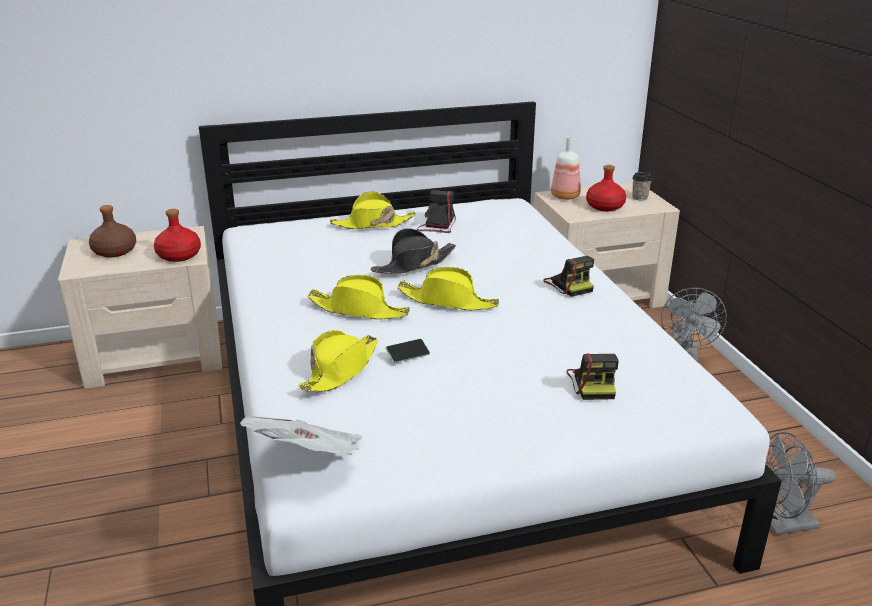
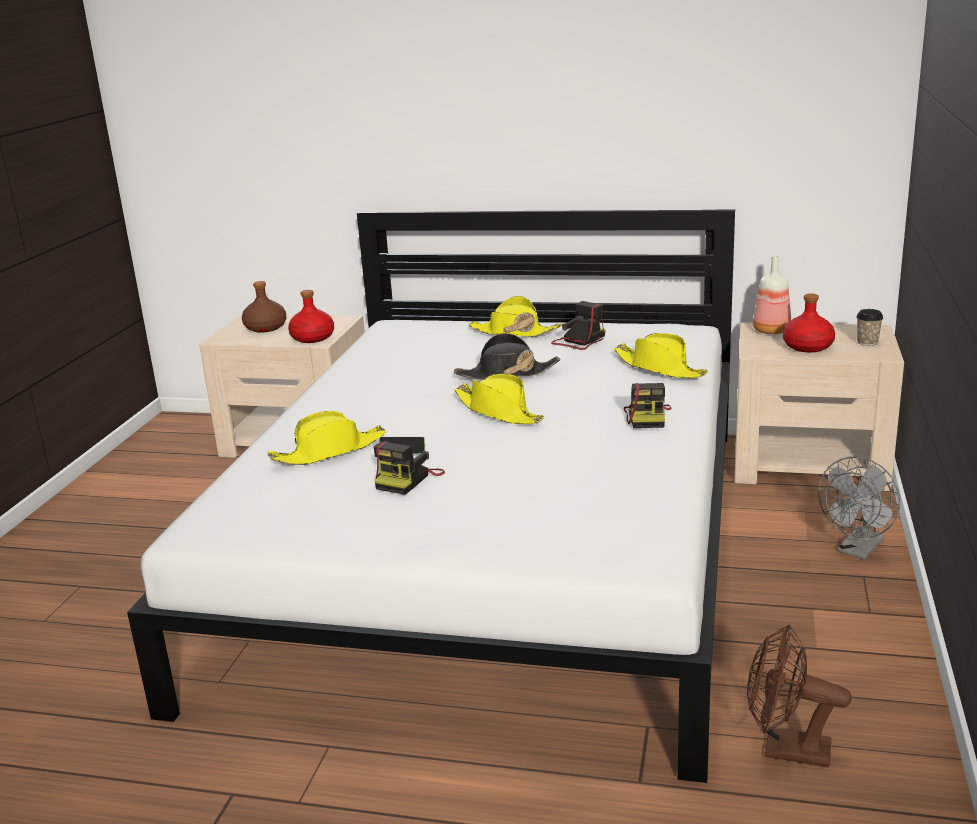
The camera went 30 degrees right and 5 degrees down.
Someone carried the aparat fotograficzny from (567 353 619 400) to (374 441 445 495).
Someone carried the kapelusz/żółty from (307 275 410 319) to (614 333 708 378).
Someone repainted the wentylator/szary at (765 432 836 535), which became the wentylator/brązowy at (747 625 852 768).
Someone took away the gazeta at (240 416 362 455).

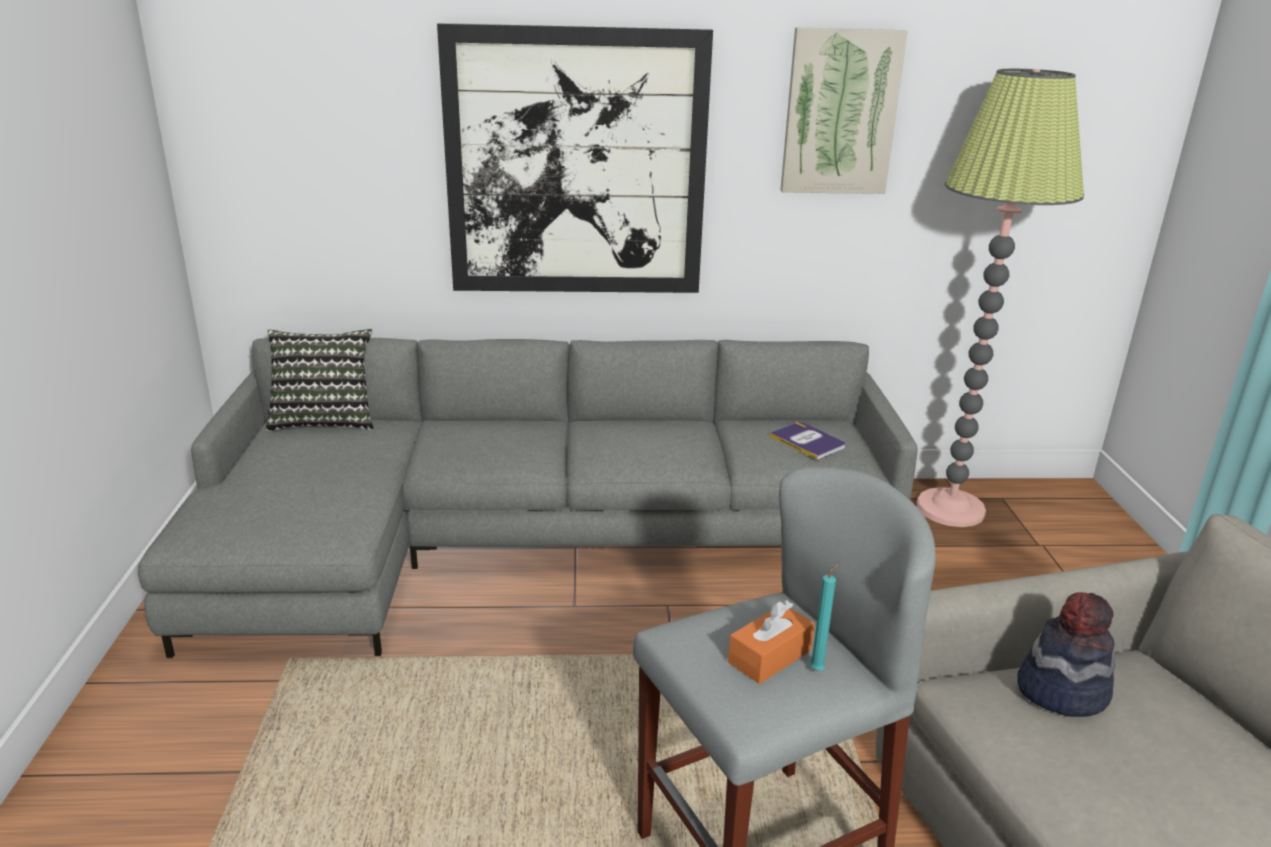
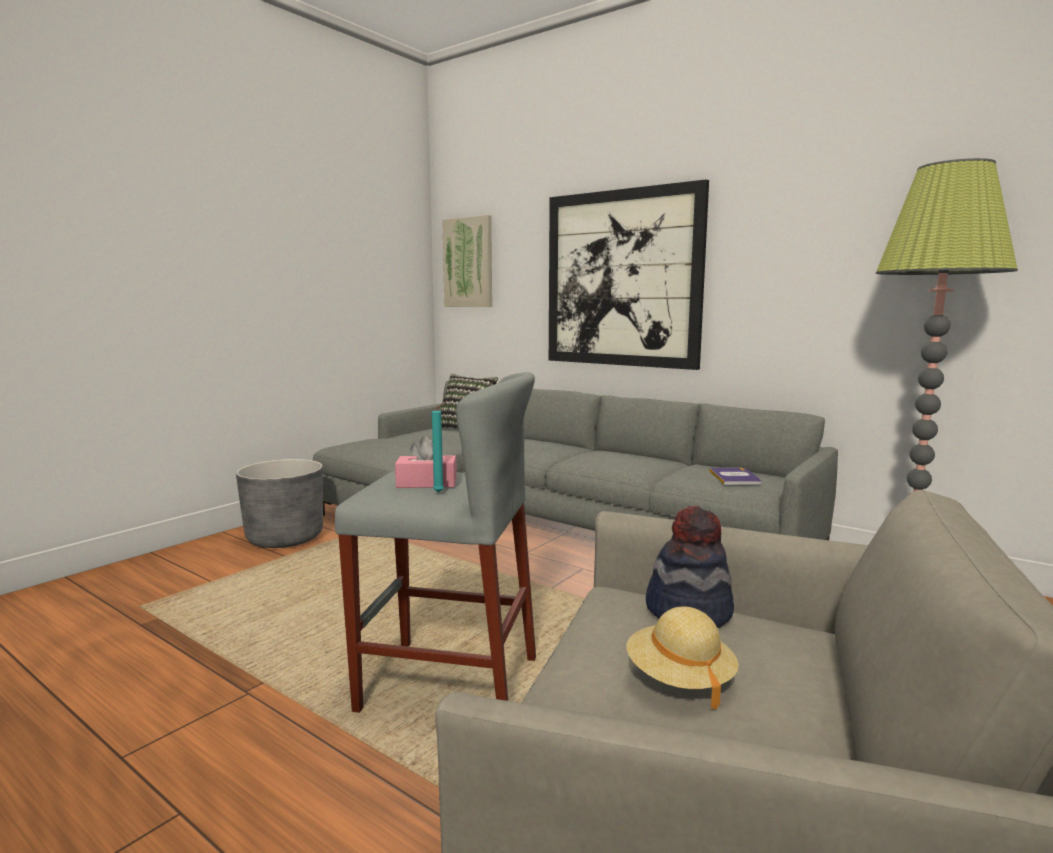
The camera went 40 degrees right and 15 degrees down.
Someone put down the donica/szary at (236 459 323 548).
Someone repainted the pudełko chusteczek/pomarańczowy at (728 600 815 684), which became the pudełko chusteczek/różowy at (395 436 457 488).
Someone carried the obraz from (781 28 907 194) to (442 215 492 307).
Someone put down the kapelusz/beżowy at (627 606 739 709).

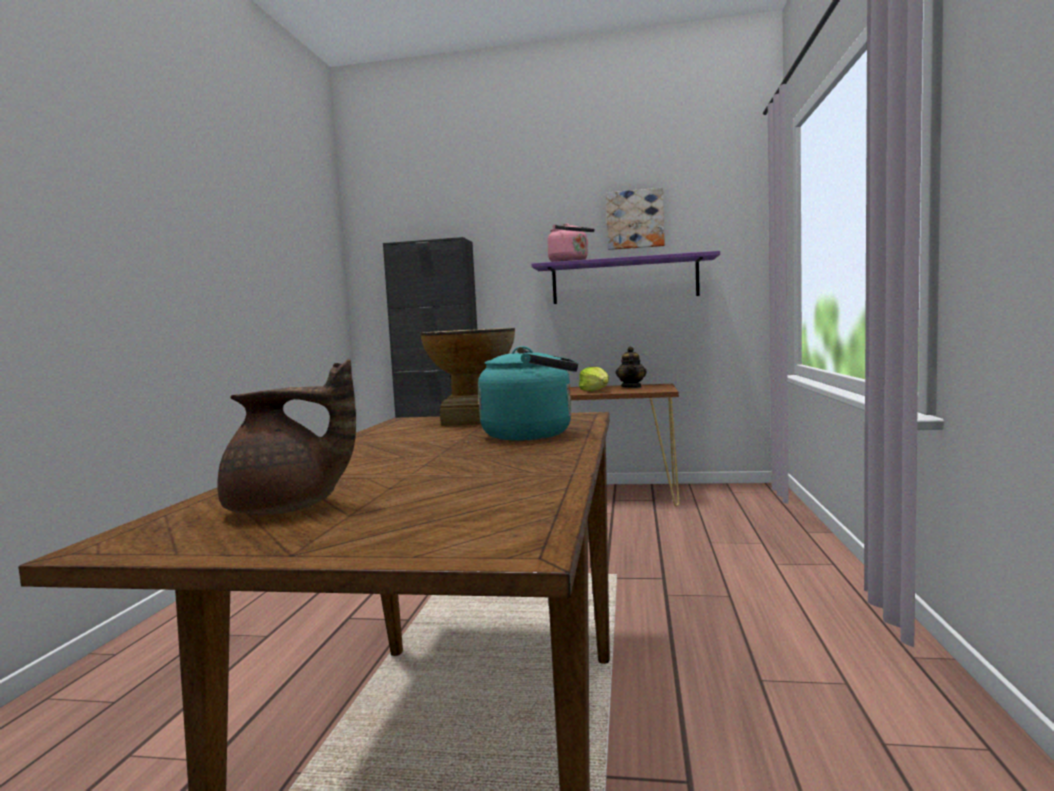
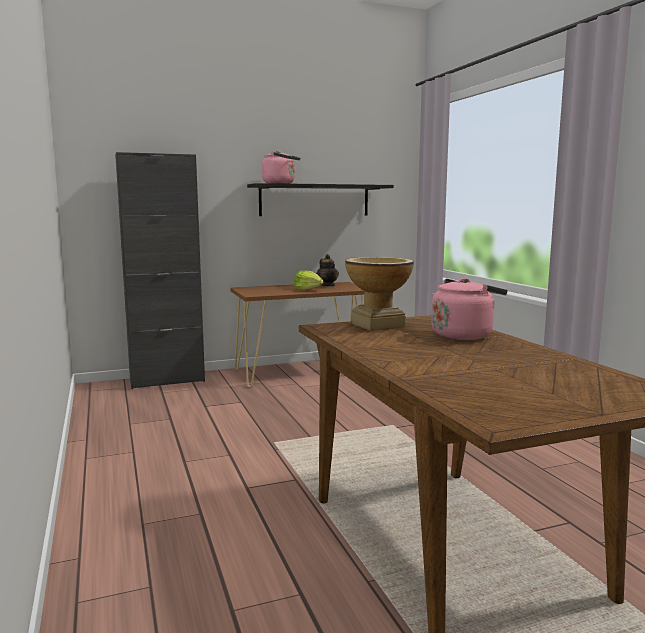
The camera went 30 degrees left and 5 degrees up.
Someone repainted the półka/fioletowy at (532 251 720 304), which became the półka/czarny at (247 183 394 216).
Someone repainted the czajnik/turkusowy at (478 346 578 441), which became the czajnik/różowy at (432 278 508 340).
Someone took away the imbryk/brązowy at (218 359 356 515).
Someone took away the obraz at (606 188 665 250).

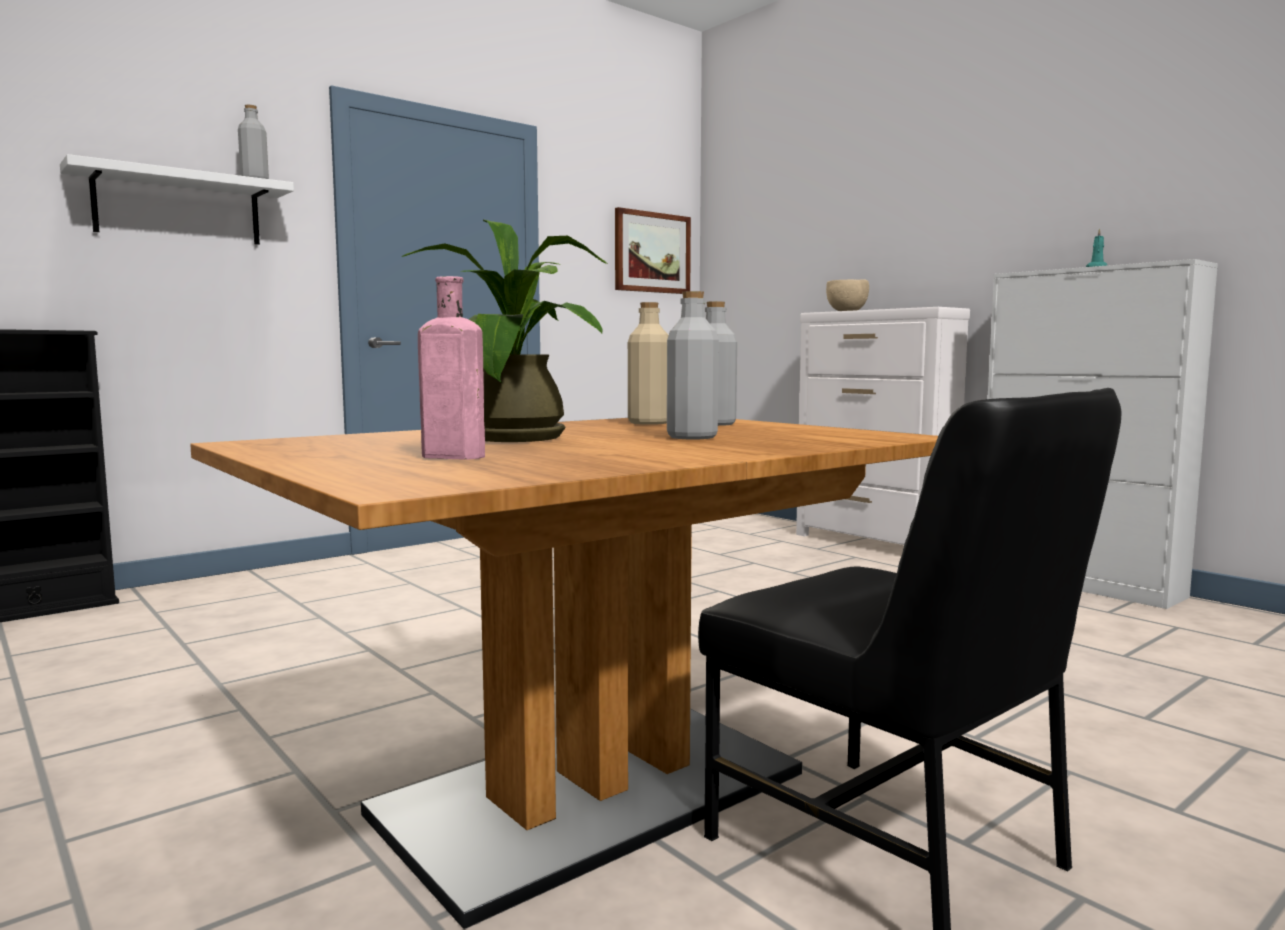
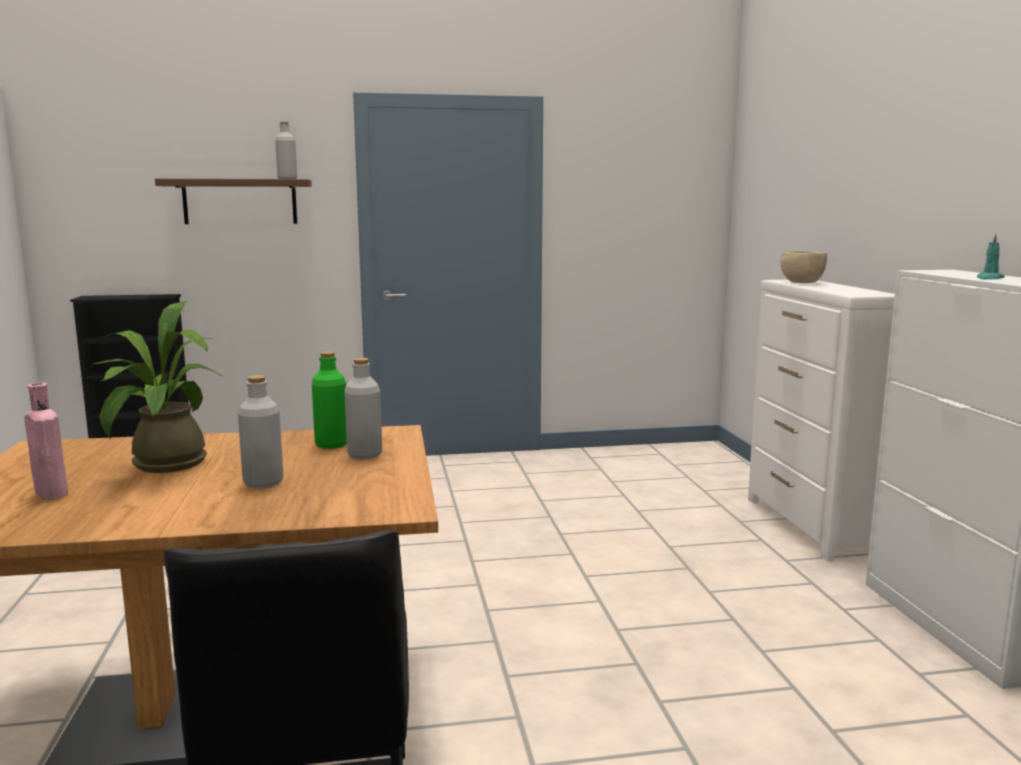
The camera went 30 degrees right and 5 degrees up.
Someone repainted the półka/biały at (60 154 294 245), which became the półka/brązowy at (155 179 312 224).
Someone repainted the butelka/beżowy at (628 302 669 425), which became the butelka/zielony at (312 351 347 449).
Someone took away the obraz at (615 207 691 294).

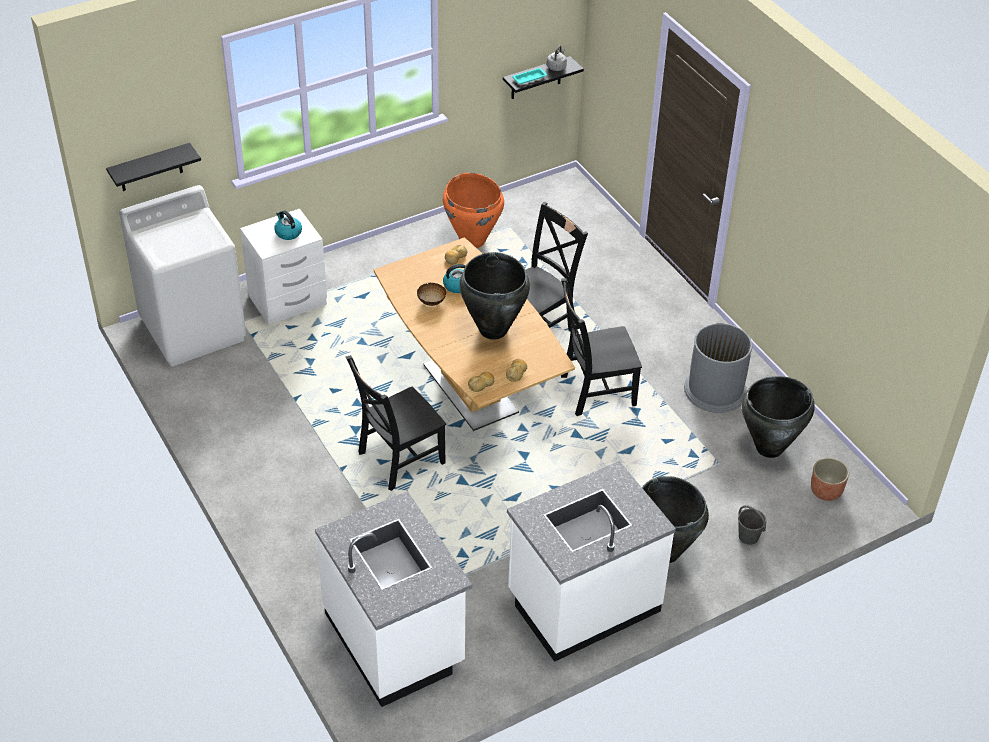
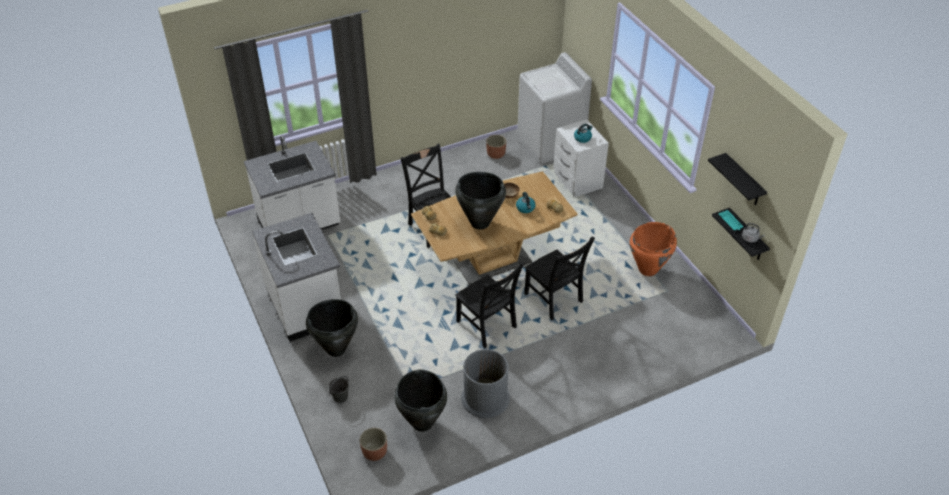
The camera went 95 degrees right and 0 degrees up.
Someone rotated the krzesło/czarny at (561 278 642 416) by 150 degrees clockwise.
Someone put down the donica at (486 135 506 159).
Someone carried the półka/czarny from (106 143 201 191) to (708 153 767 205).

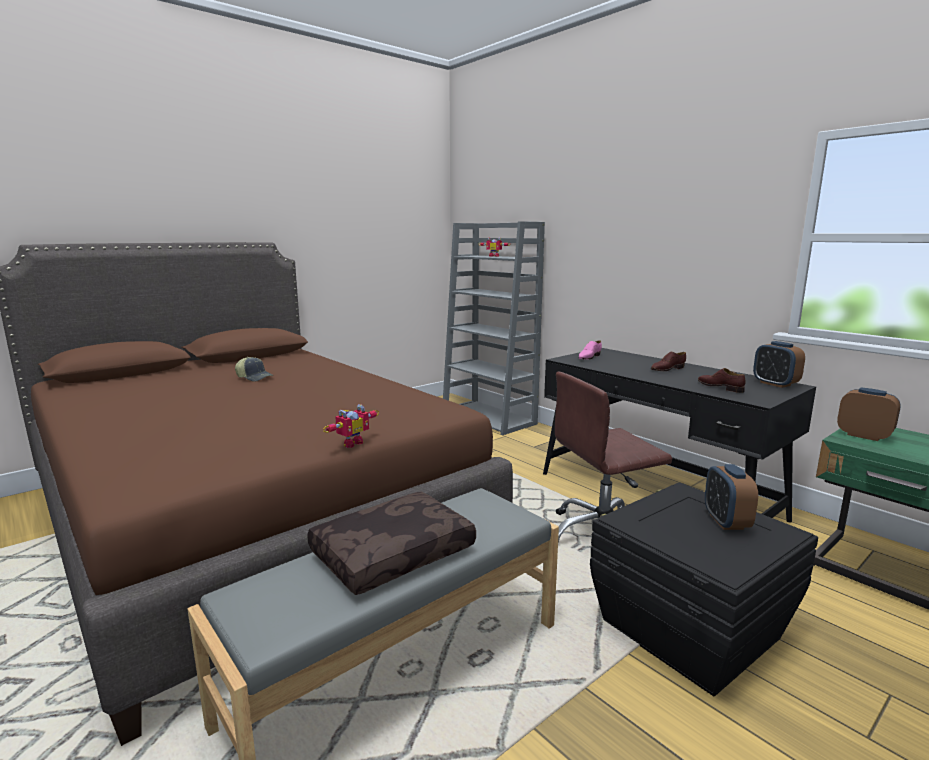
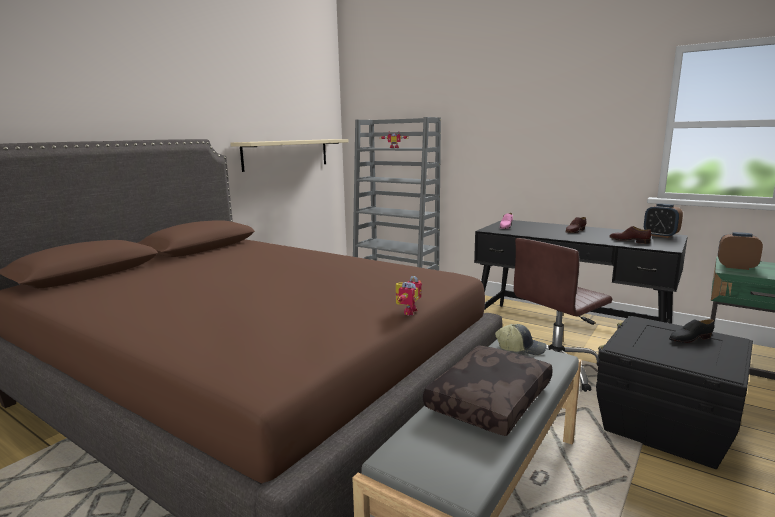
The camera went 15 degrees left and 0 degrees up.
Someone put up the półka/beżowy at (230 139 348 172).
Someone carried the czapka z daszkiem from (235 357 274 382) to (495 324 546 355).
Someone swapped the budzik at (705 464 758 530) for the but/czarny at (669 319 714 343).

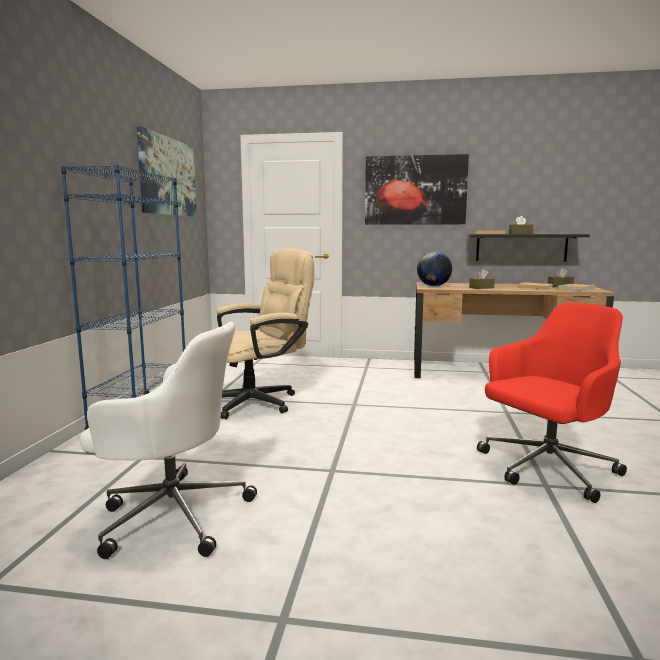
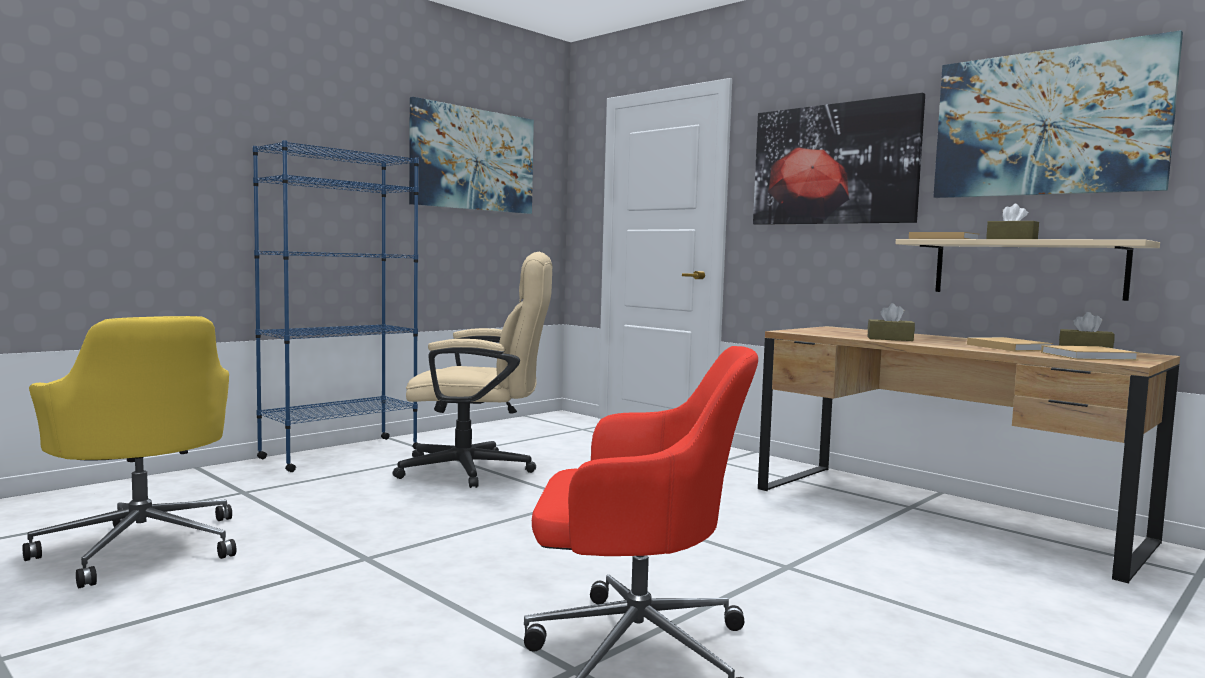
The camera went 35 degrees right and 5 degrees down.
Someone repainted the krzesło biurowe/biały at (80 322 257 559), which became the krzesło biurowe/żółty at (23 316 236 588).
Someone repainted the półka/czarny at (467 234 590 261), which became the półka/beżowy at (896 239 1160 301).
Someone put up the obraz at (933 30 1183 198).
Someone took away the globus at (417 251 452 286).

